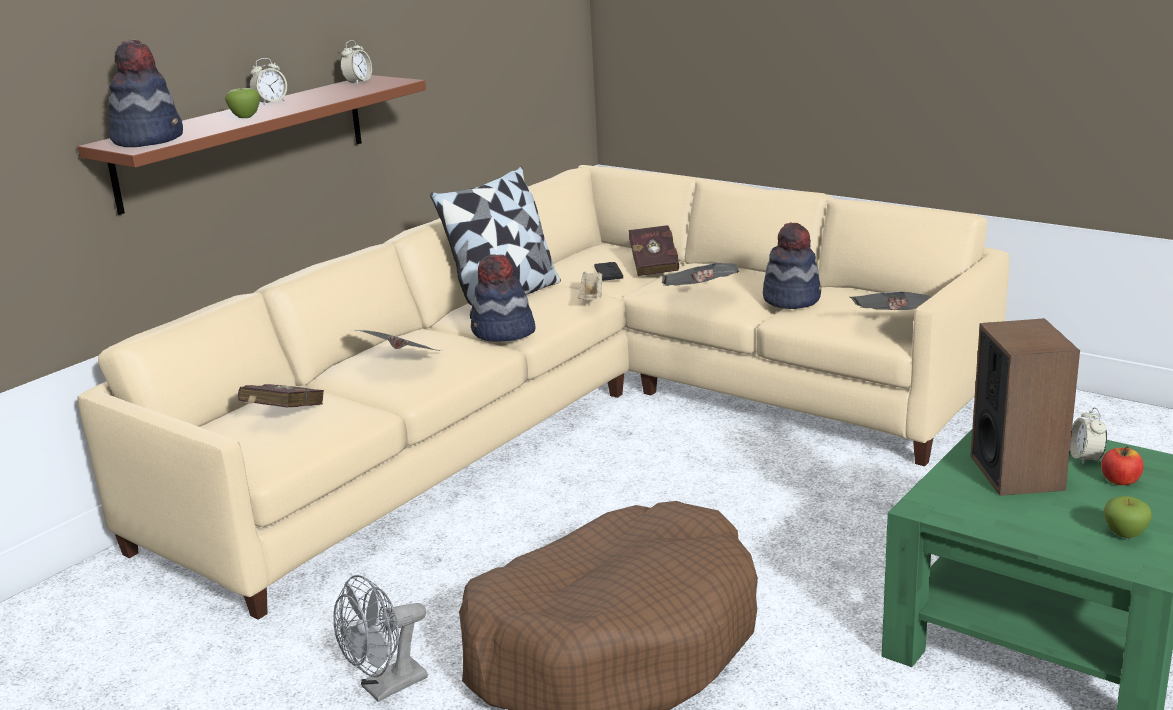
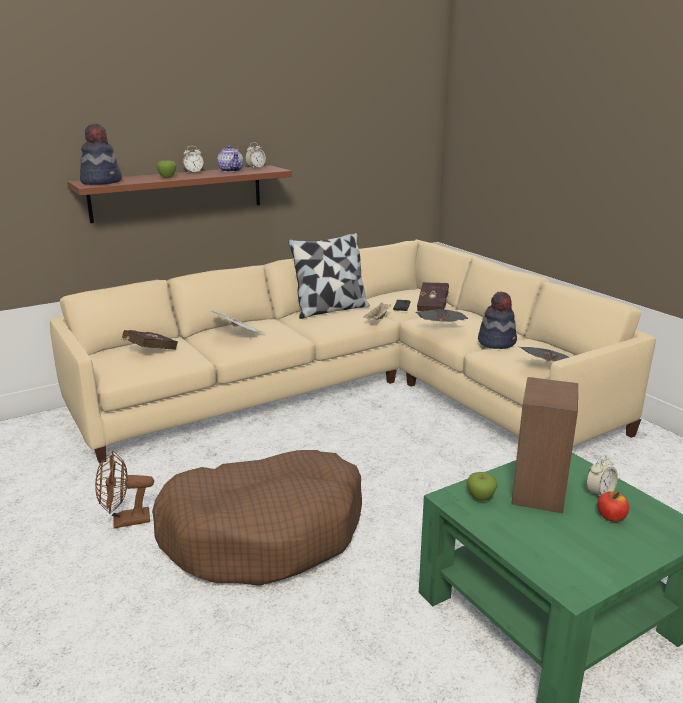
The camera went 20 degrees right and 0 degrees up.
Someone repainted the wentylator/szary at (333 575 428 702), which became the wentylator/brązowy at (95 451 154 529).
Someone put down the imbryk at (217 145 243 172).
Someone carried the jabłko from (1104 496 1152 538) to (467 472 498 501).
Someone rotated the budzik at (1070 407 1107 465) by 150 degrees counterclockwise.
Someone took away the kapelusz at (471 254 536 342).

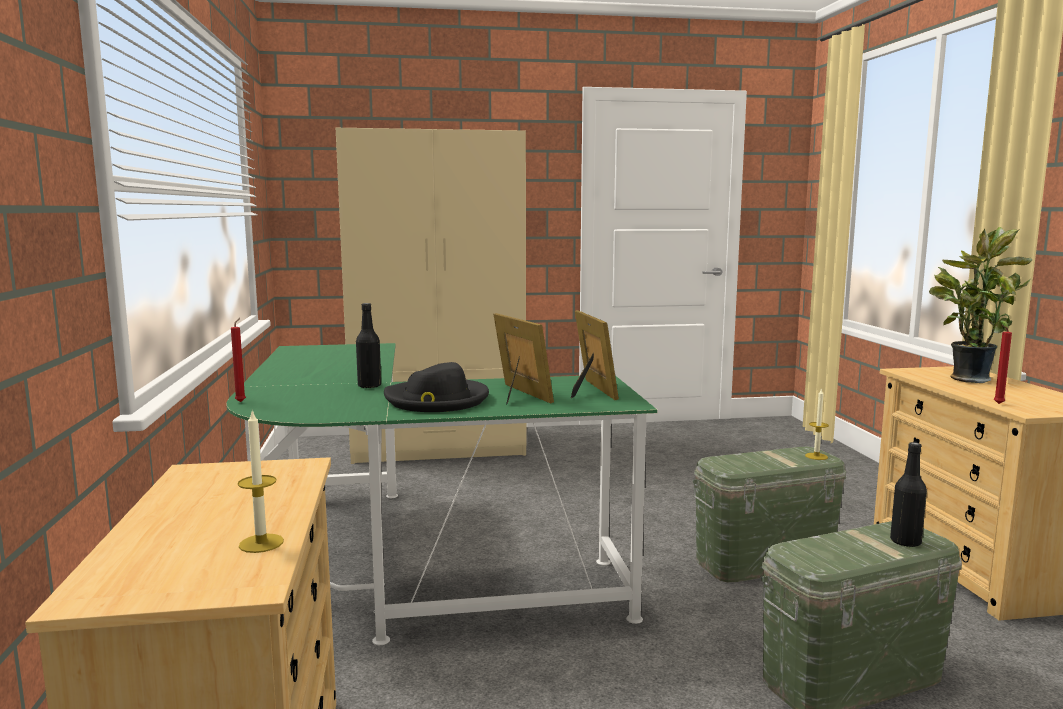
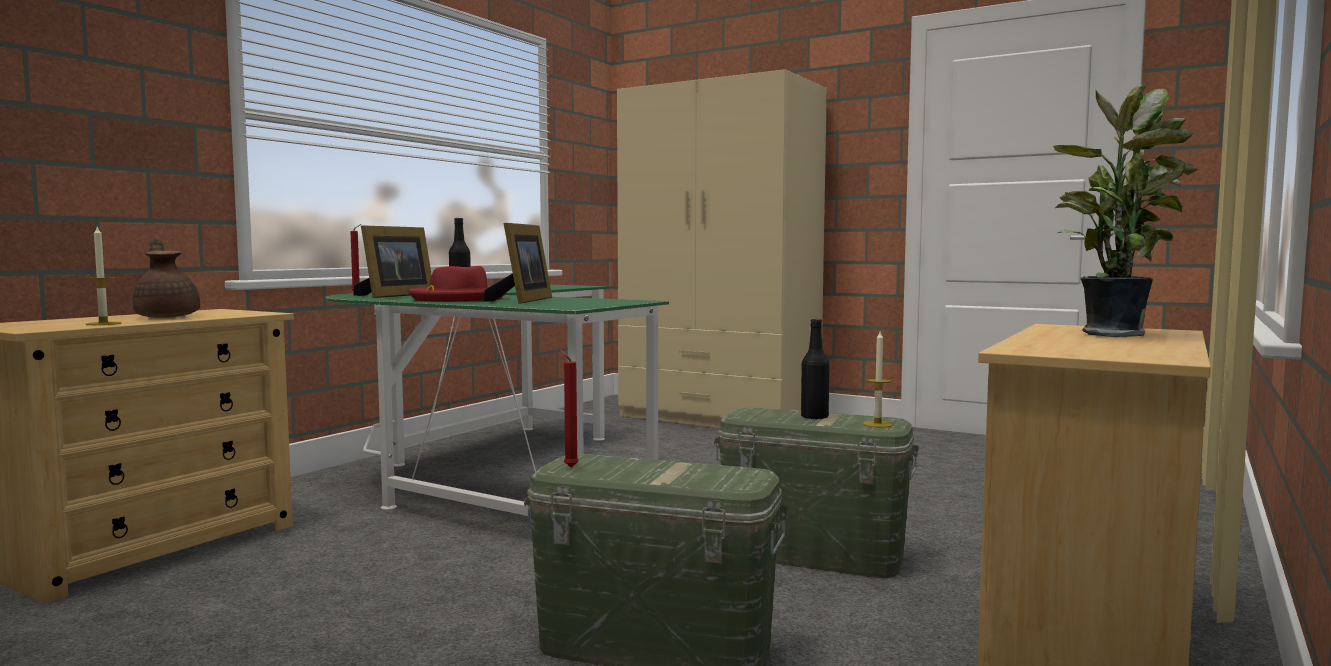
The camera went 40 degrees right and 5 degrees down.
Someone put down the imbryk/brązowy at (132 237 200 318).
Someone carried the ramka na zdjęcie from (571 310 619 400) to (353 225 432 298).
Someone repainted the kapelusz/czarny at (384 362 489 412), which became the kapelusz/czerwony at (408 266 507 302).
Someone carried the świeca/czerwony from (994 325 1012 404) to (559 349 578 468).
Someone carried the butelka/czarny from (890 442 927 547) to (801 319 830 420).

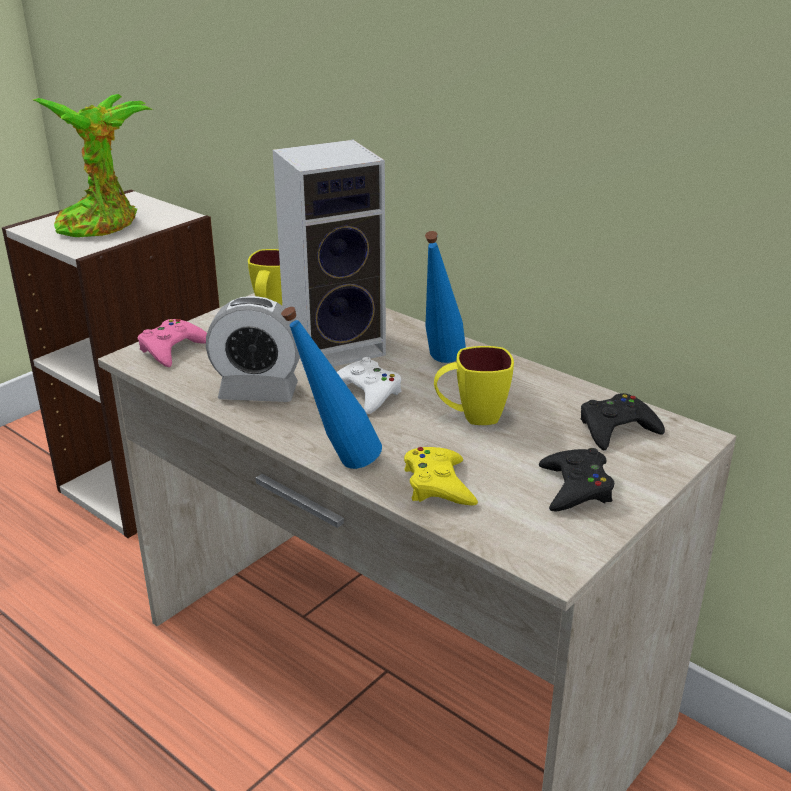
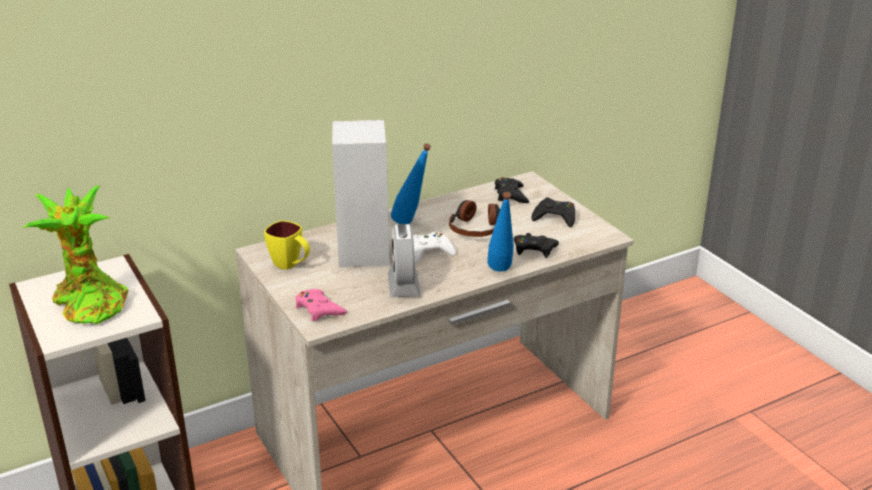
The camera went 70 degrees left and 0 degrees up.
Someone rotated the budzik at (206 296 300 402) by 150 degrees clockwise.
Someone swapped the kubek/żółty at (434 346 514 425) for the słuchawki at (449 200 500 237).
Someone repainted the pad do gier/żółty at (404 447 478 506), which became the pad do gier/czarny at (514 233 559 258).

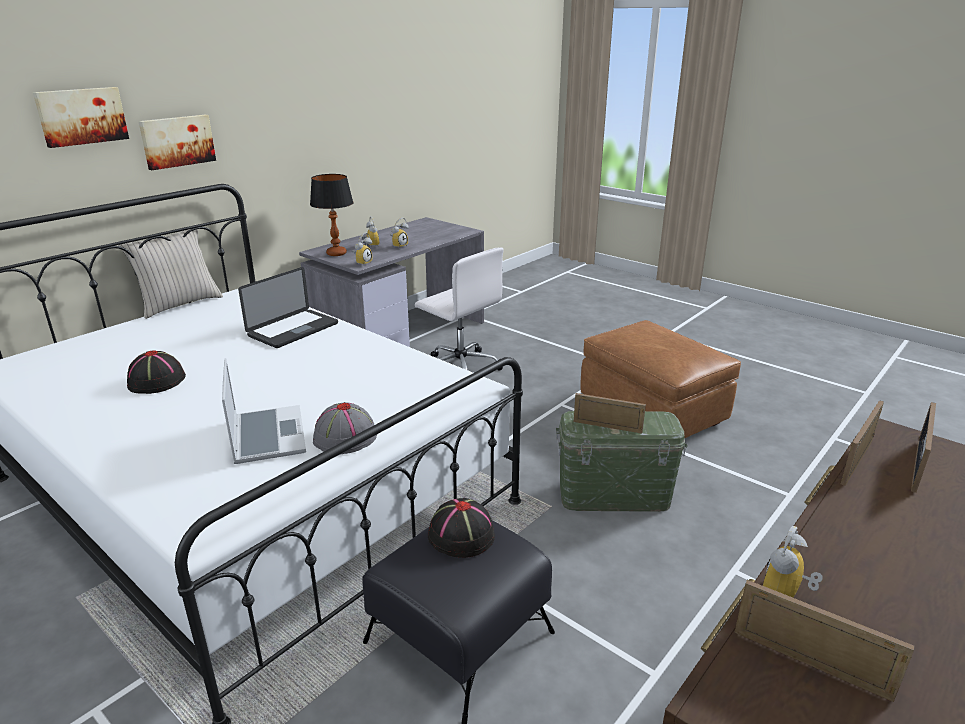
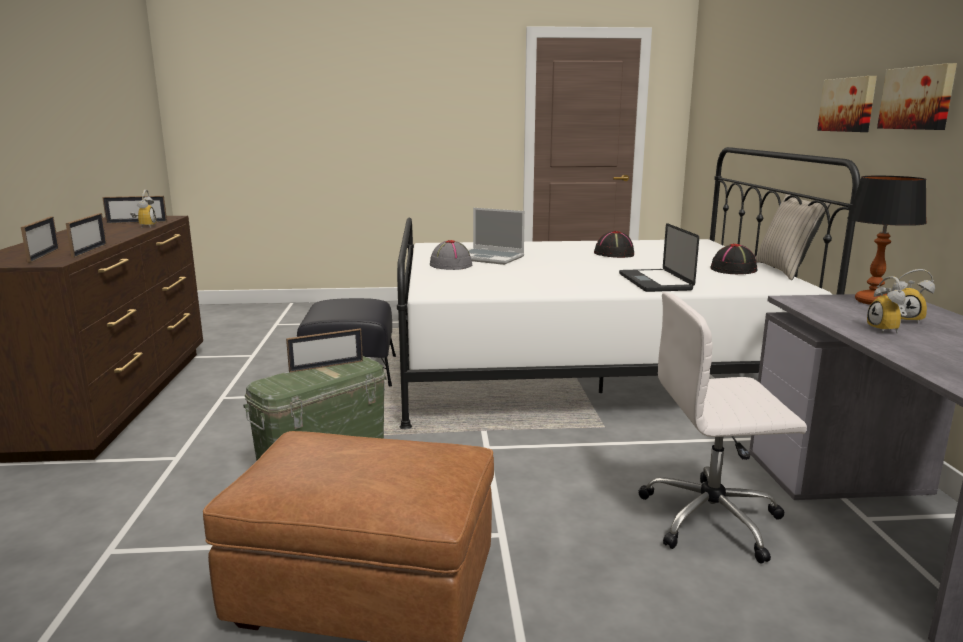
The camera went 135 degrees right and 10 degrees down.
Someone carried the kapelusz/czarny from (428 498 495 558) to (710 243 758 274).
Someone carried the obraz from (33 87 129 148) to (877 63 957 130).
Someone took away the budzik at (352 232 372 266).

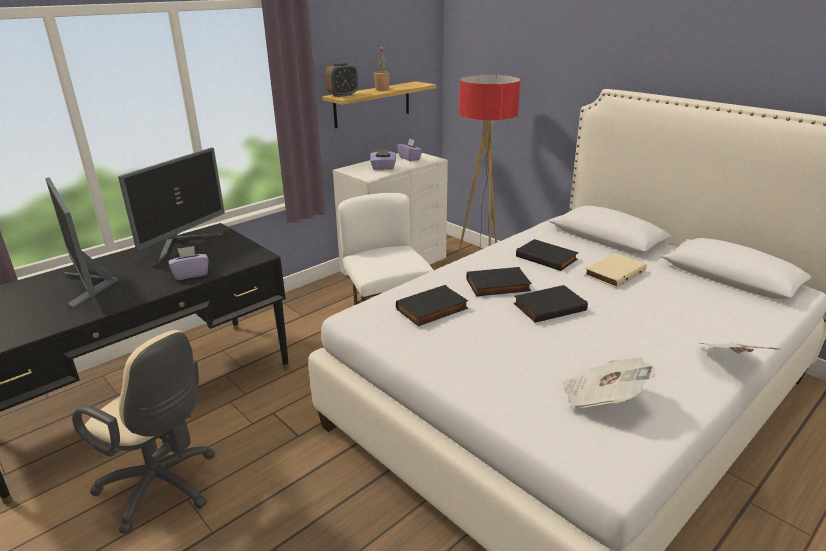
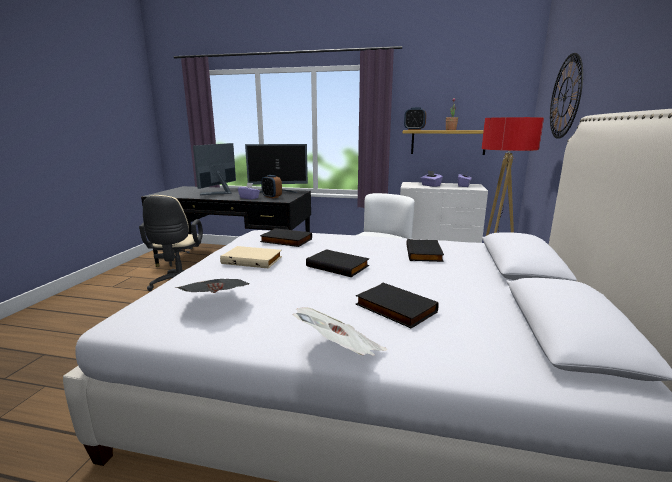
The camera went 55 degrees right and 10 degrees down.
Someone carried the książka/beżowy from (585 253 647 288) to (220 246 282 268).
Someone put down the budzik at (261 175 282 198).
Someone carried the książka/czarny from (467 267 532 296) to (356 283 439 329).
Someone put up the zegar ścienny at (550 53 583 139).

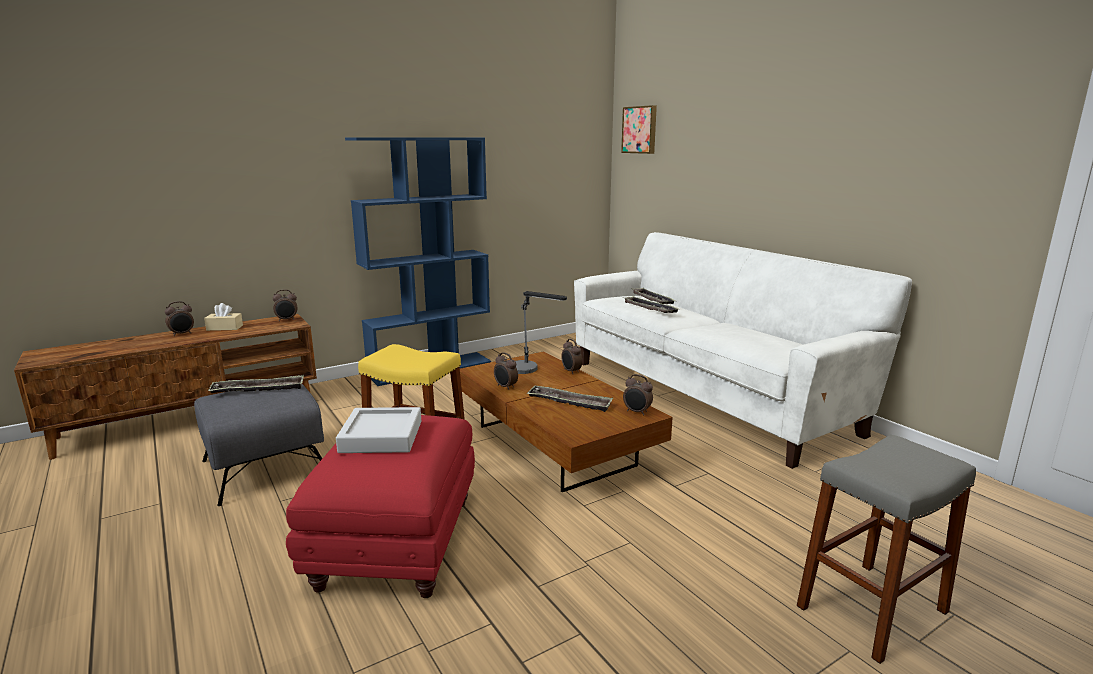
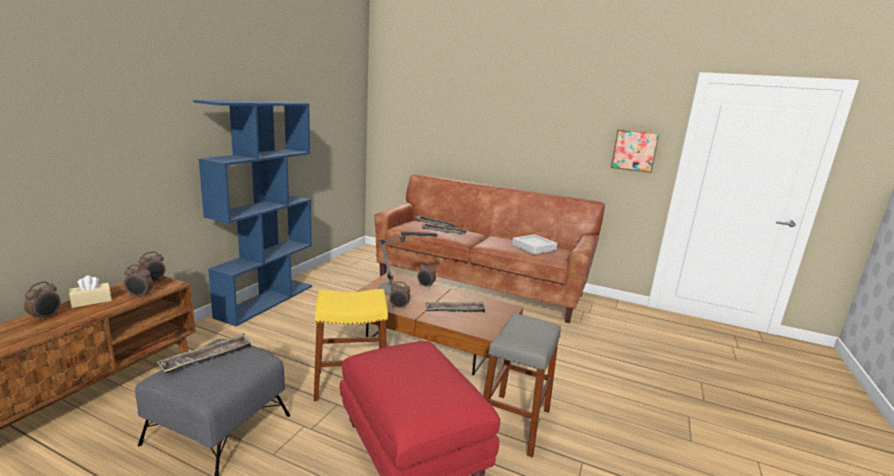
The camera went 35 degrees left and 0 degrees up.
Someone carried the budzik from (623 374 653 415) to (124 265 153 298).
Someone repainted the kanapa/biały at (574 232 912 469), which became the kanapa/brązowy at (374 174 605 323).
Someone carried the stołek/szary from (797 435 976 664) to (483 313 561 458).
Someone carried the taca/szary from (336 407 421 453) to (512 234 557 255).
Someone carried the obraz from (621 105 657 154) to (611 129 660 173).

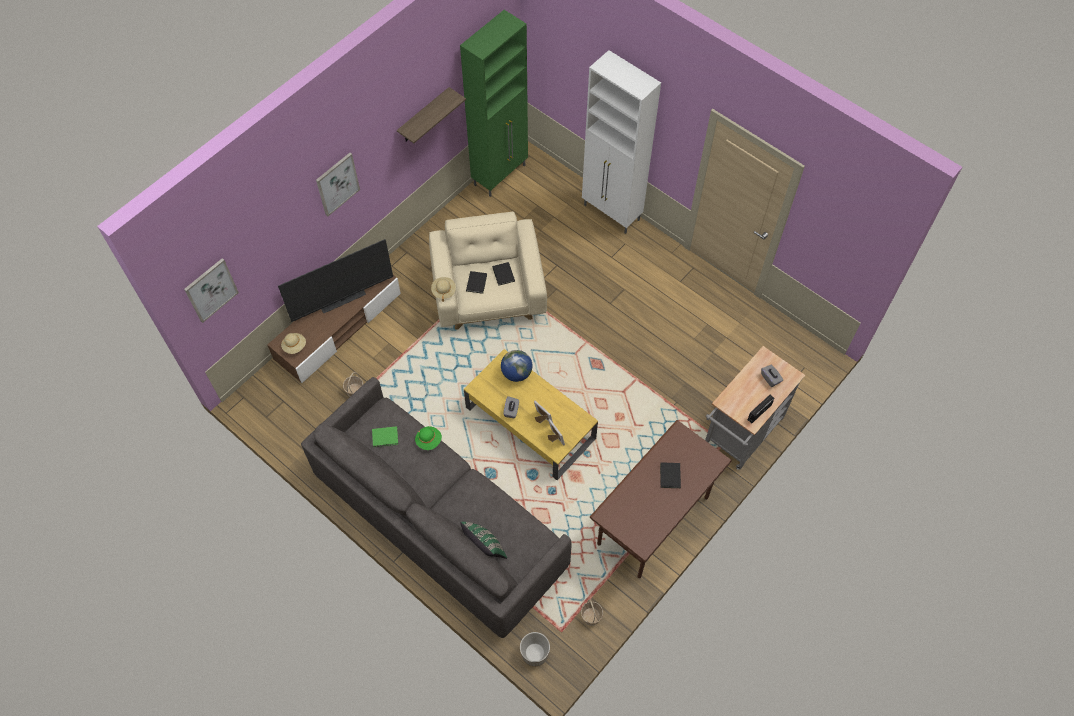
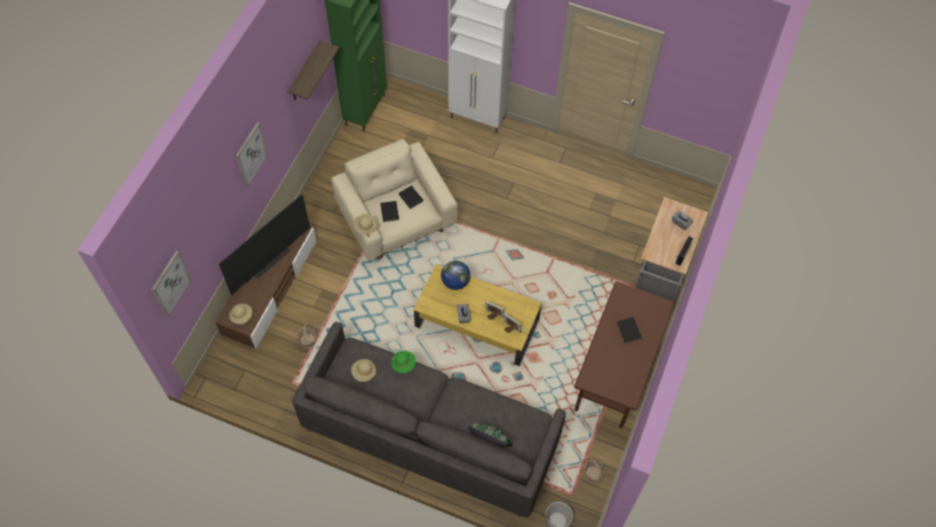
The camera went 20 degrees left and 0 degrees up.
Someone swapped the książka/zielony at (372 426 398 447) for the kapelusz/beżowy at (351 359 376 382).

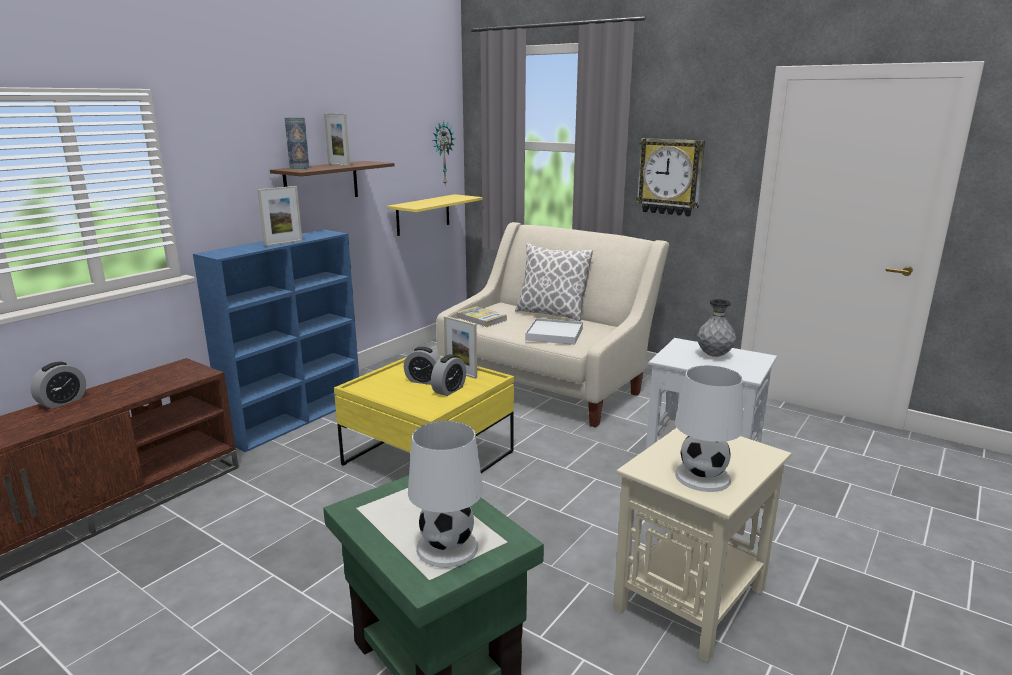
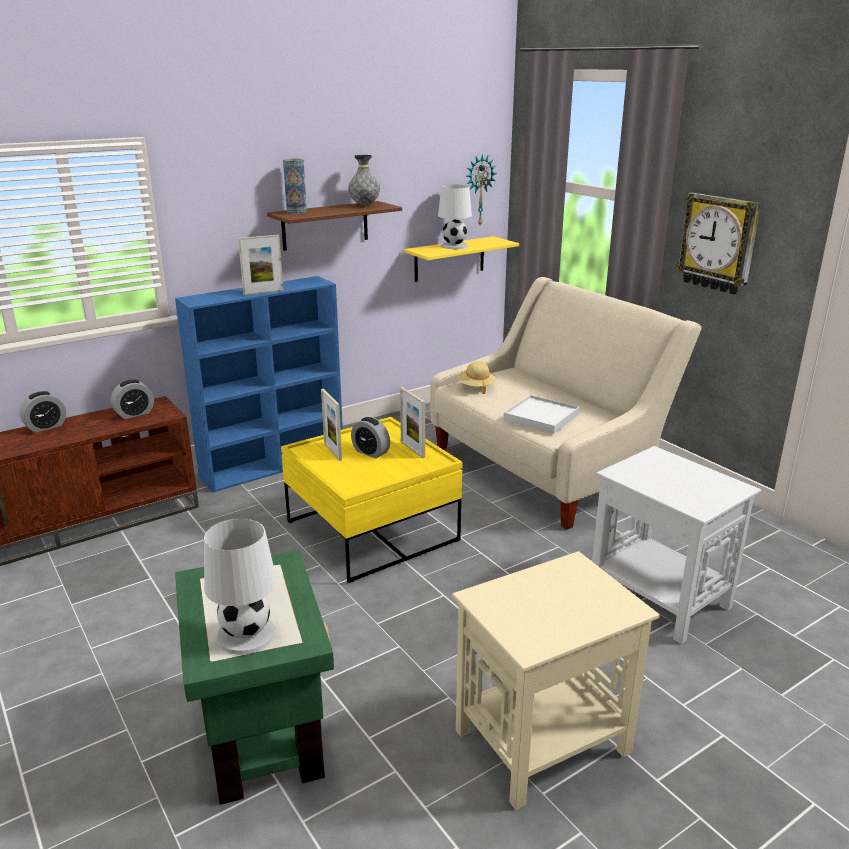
The camera went 20 degrees right and 5 degrees up.
Someone carried the budzik from (431 355 466 396) to (111 380 154 419).
Someone carried the ramka na zdjęcie from (324 113 350 166) to (321 389 342 461).
Someone carried the wazon/szary from (697 299 736 357) to (348 155 380 206).
Someone carried the lampa stołowa/biały from (675 366 743 492) to (438 185 472 249).
Someone swapped the książka at (456 306 507 327) for the kapelusz/beżowy at (457 361 496 394).
Someone took away the poduszka at (515 243 593 321).

